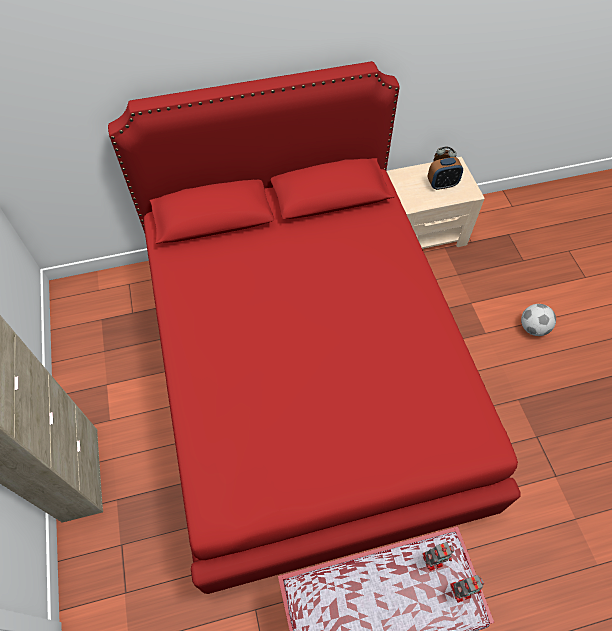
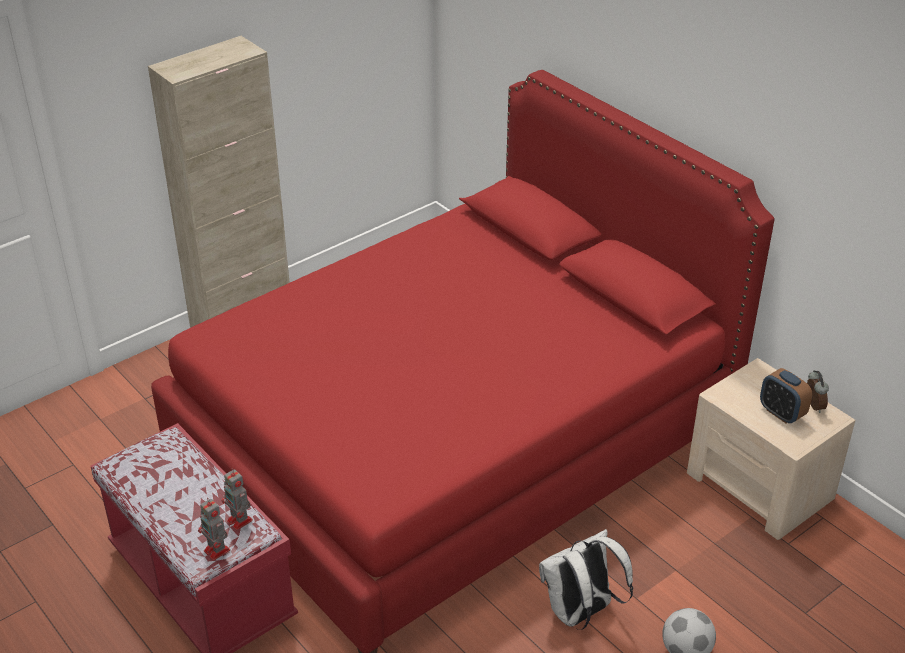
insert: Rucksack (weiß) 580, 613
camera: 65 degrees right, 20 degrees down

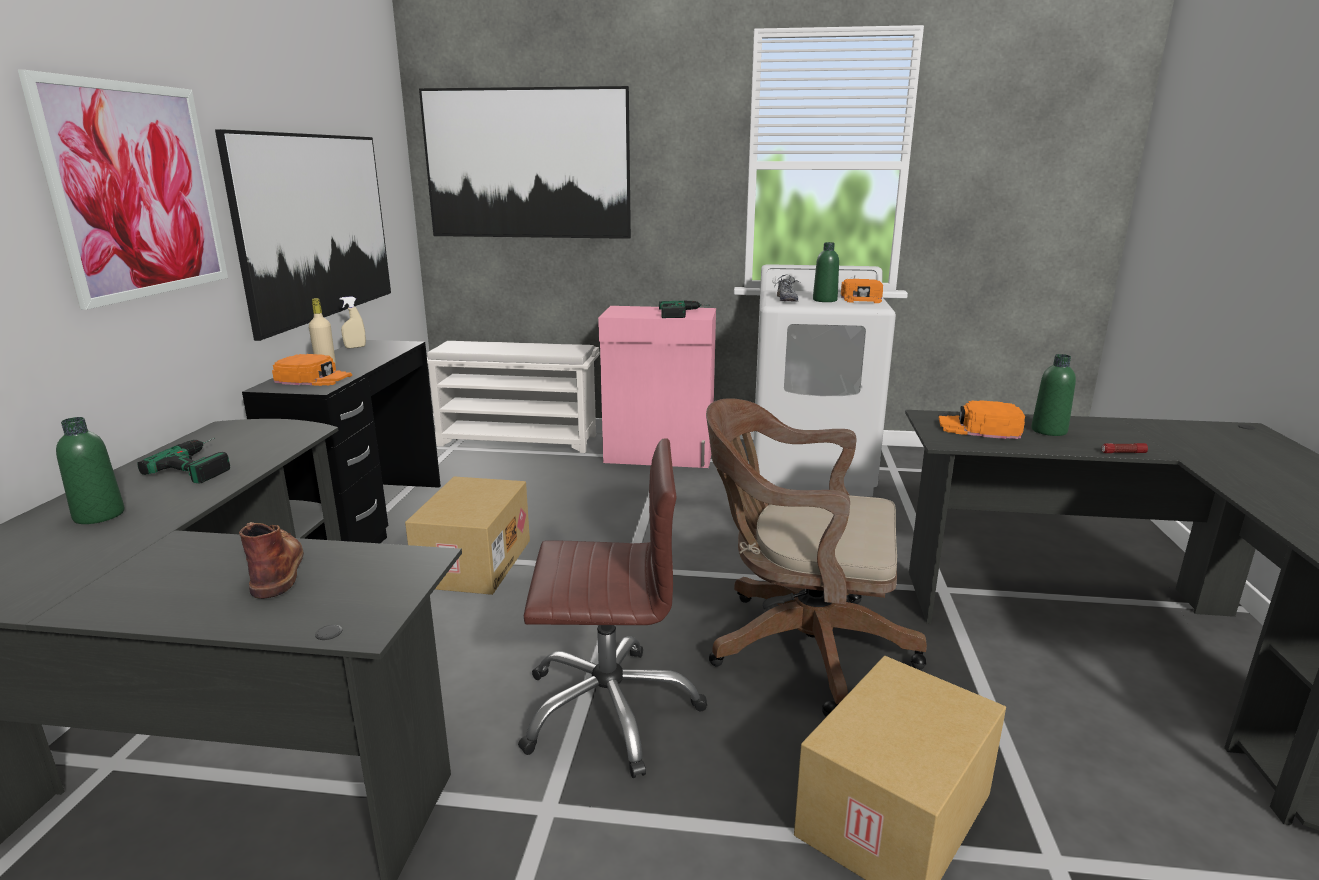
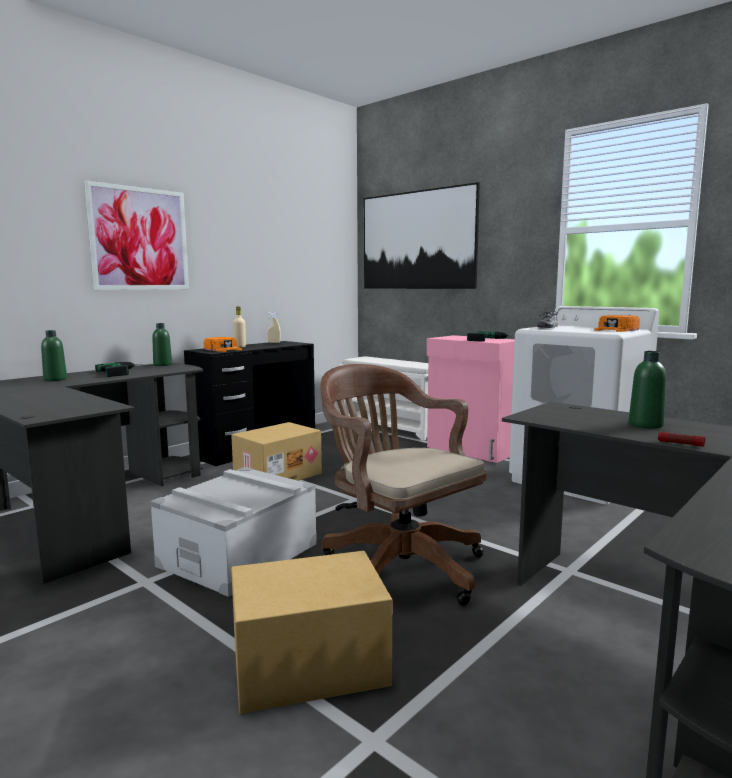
delete: Bild 317, 227; Stiefel (braun) 275, 567; Kappe (orange) 980, 428
move: Flasche (grün) 825, 300 to 162, 365
replace: Bürostuhl (braun) 609, 709 to Aufbewahrungsbox (grau) 239, 555
camera: 35 degrees right, 10 degrees down

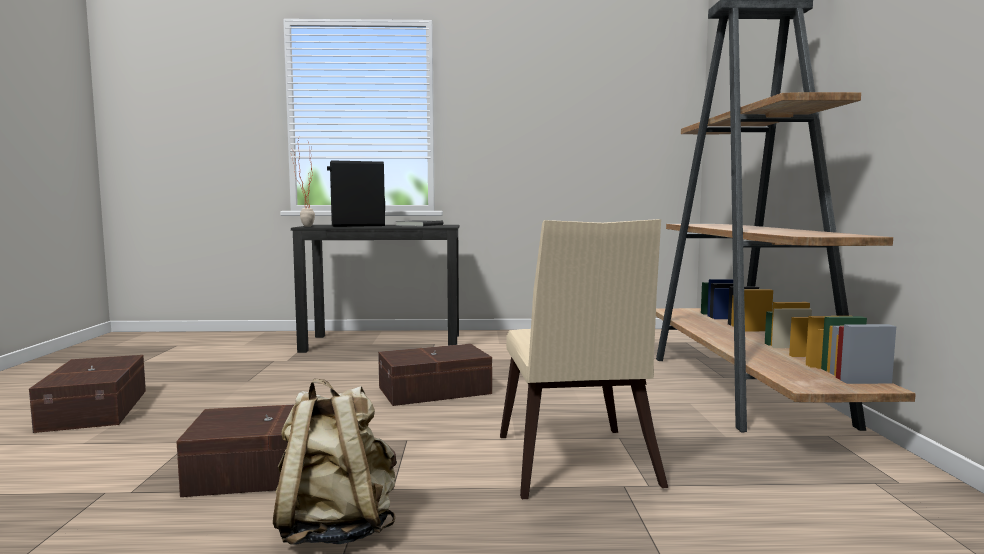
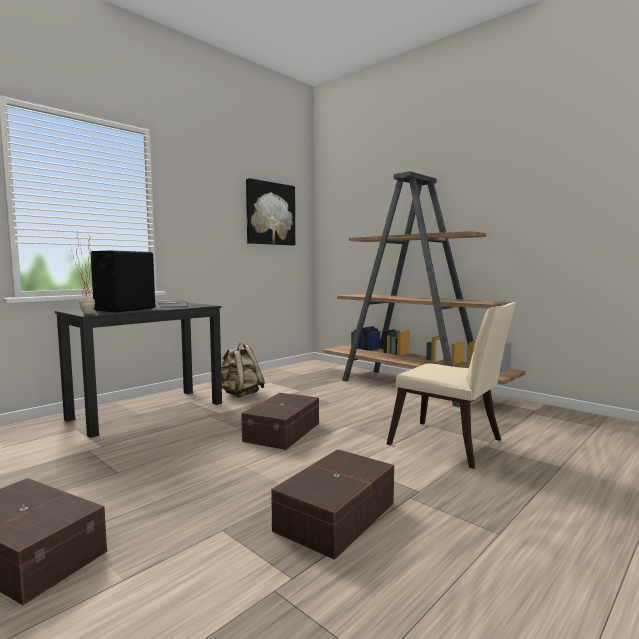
insert: Bild 270, 213
move: Rucksack (beige) 336, 528 to 240, 394
camera: 45 degrees left, 0 degrees up

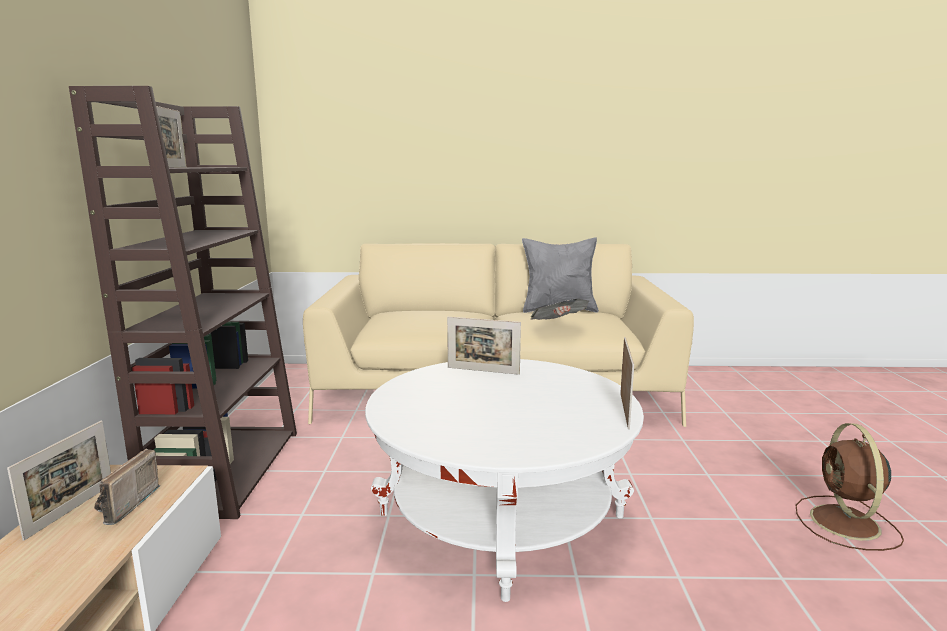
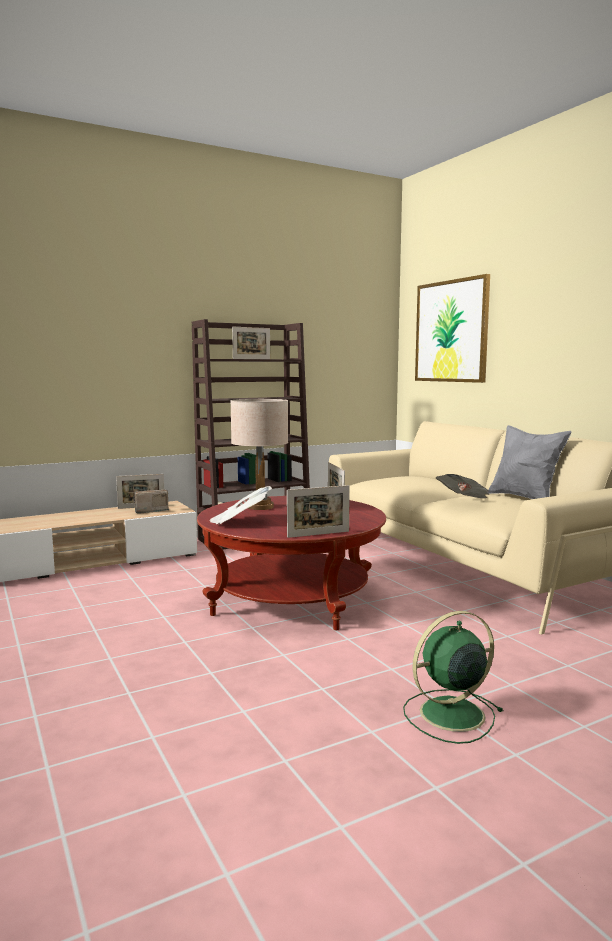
insert: Zeitung 239, 522; Tischlampe (beige) 260, 507; Bild 451, 331
recolor: Couchtisch (weiß) 501, 515 to Couchtisch (rot) 292, 599; Ventilator (braun) 846, 524 to Ventilator (grün) 449, 714
camera: 60 degrees right, 5 degrees down

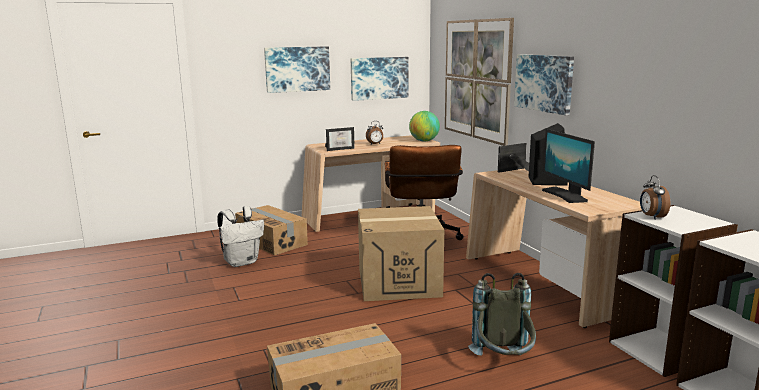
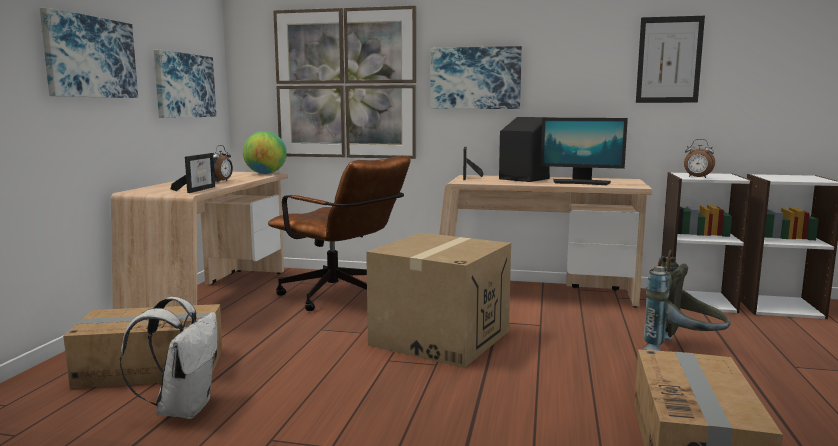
insert: Bild 669, 60
camera: 55 degrees left, 5 degrees down

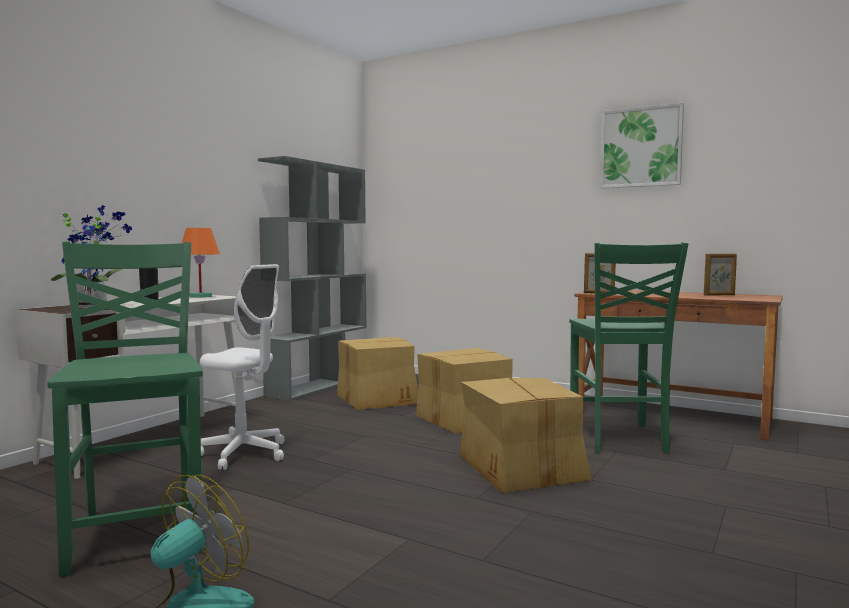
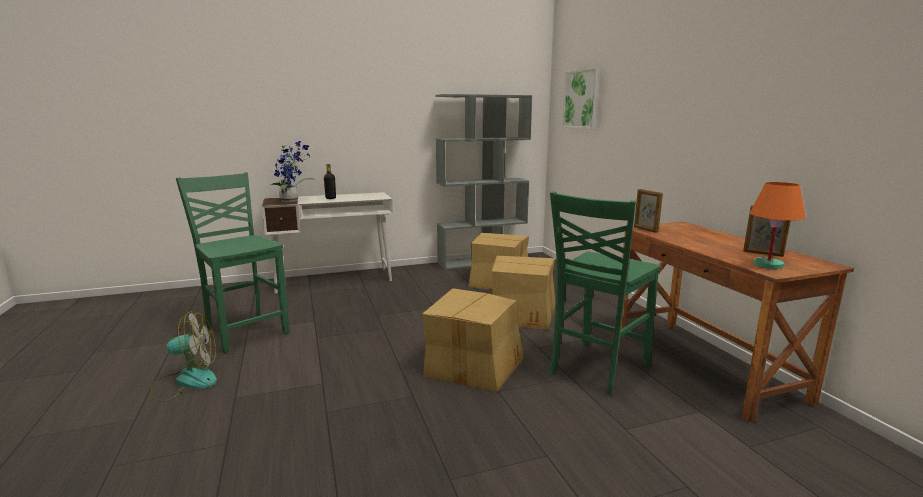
delete: Bürostuhl (weiß) 243, 454
move: Tischlampe (orange) 201, 296 to 768, 265; Bild 641, 147 to 581, 99
rotate: Stuhl (grün) 139, 531 = 245, 330 60 degrees counterclockwise
camera: 40 degrees right, 10 degrees up

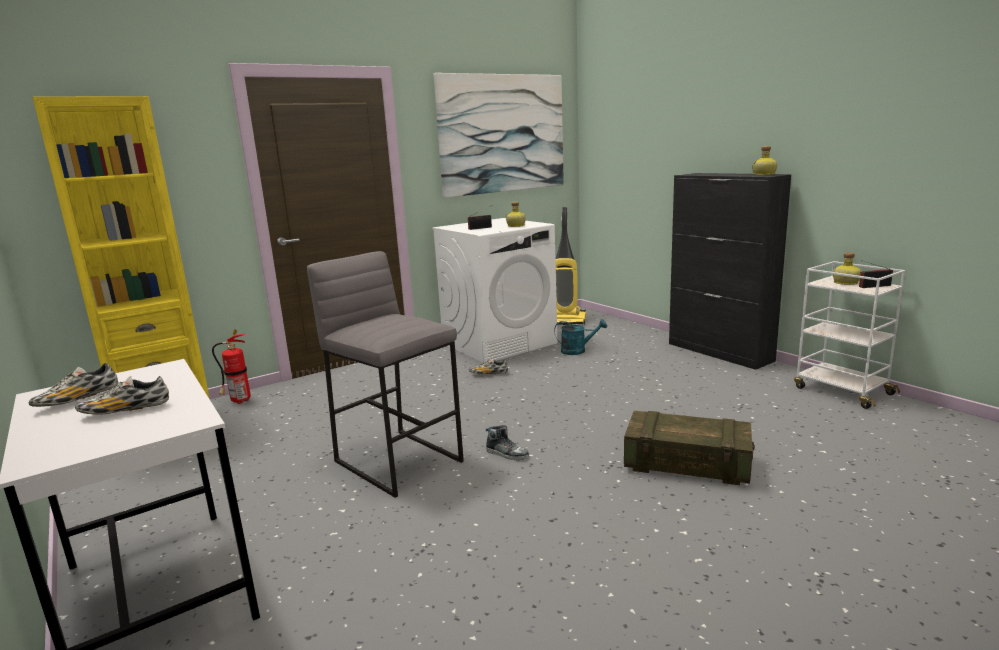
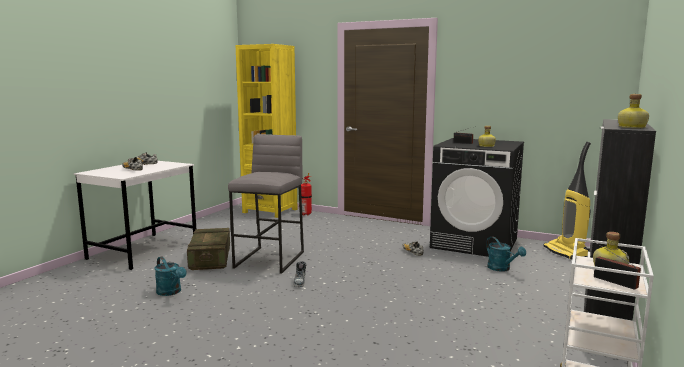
delete: Bild 502, 134
insert: Gießkanne (türkis) 171, 292
move: Kiste 687, 464 to 210, 259
recolor: Waschmaschine (weiß) 499, 343 to Waschmaschine (schwarz) 475, 243
camera: 60 degrees right, 5 degrees down

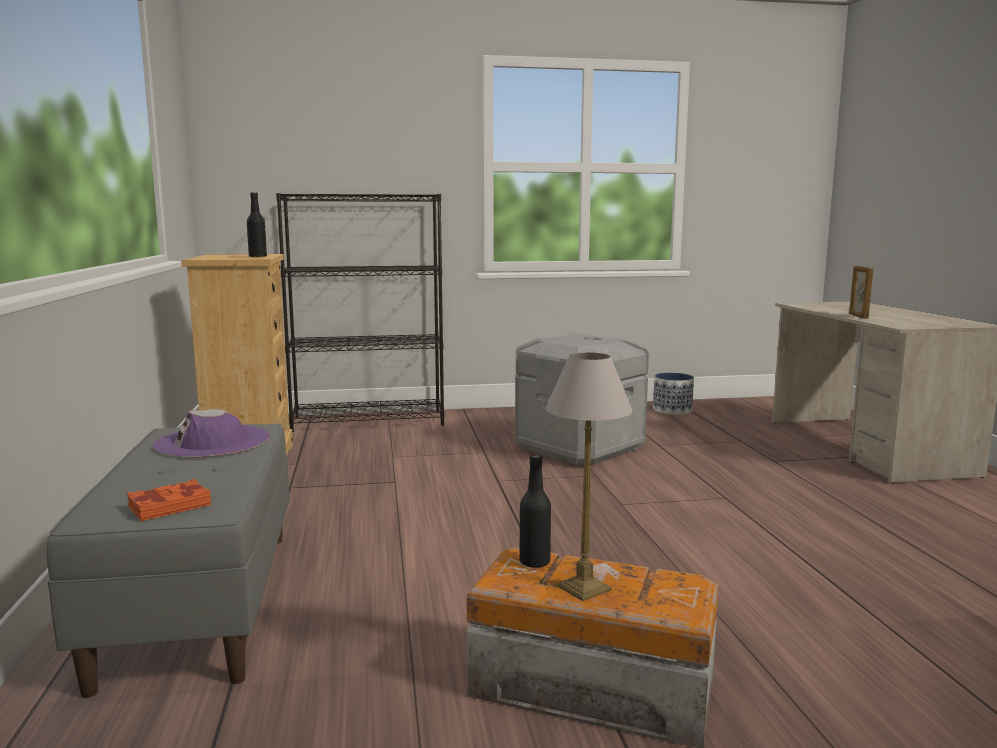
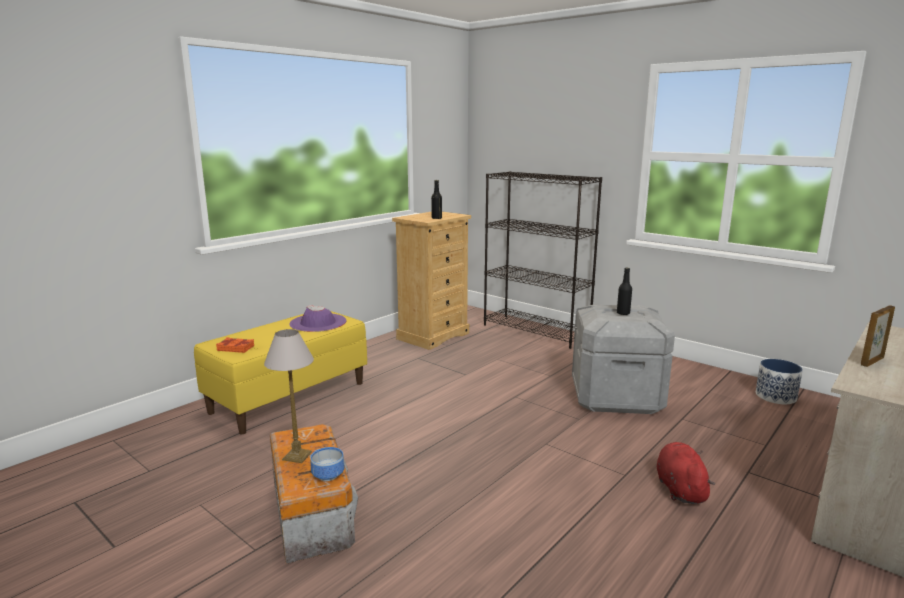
insert: Schüssel 327, 476; Plüschtier (rot) 680, 489
move: Flasche (schwarz) 534, 562 to 623, 313
recolor: Bank (grau) 199, 602 to Bank (gelb) 289, 397
camera: 50 degrees right, 5 degrees up

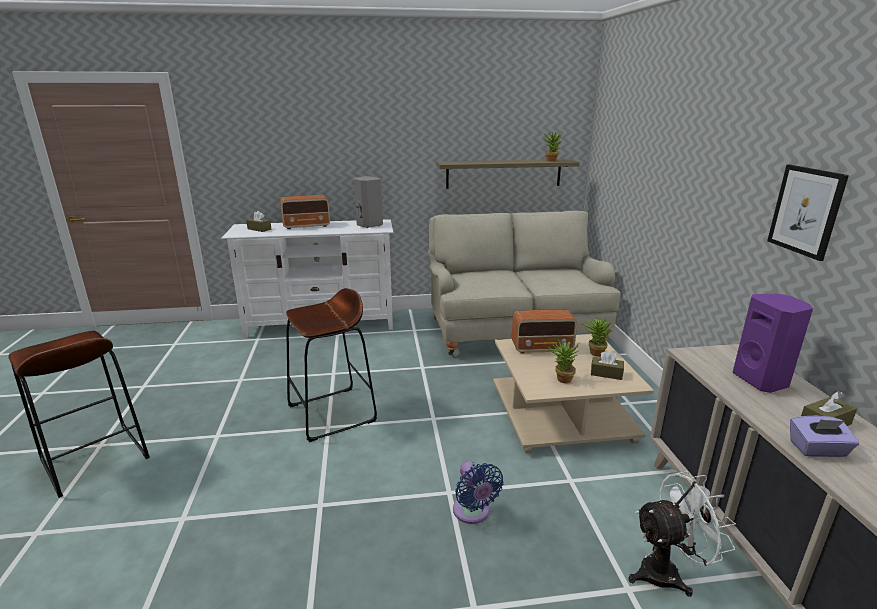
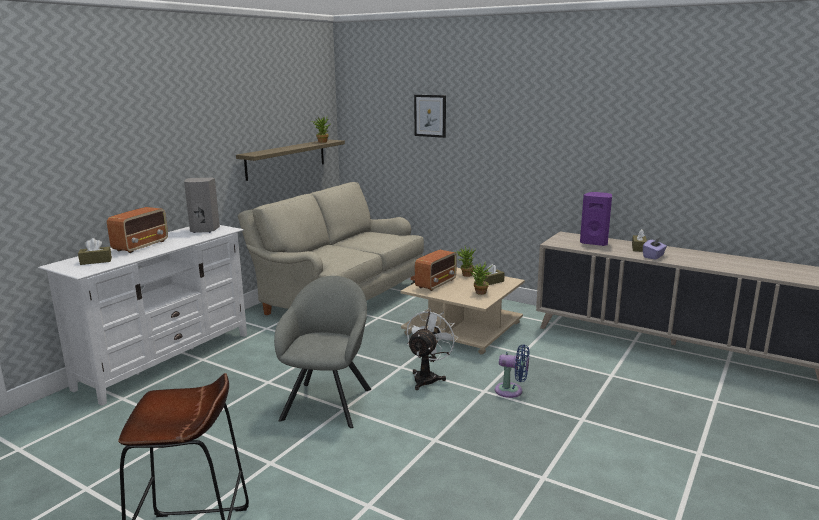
move: Ventilator (weiß) 667, 572 to 428, 377; Bild 806, 211 to 430, 115
replace: Hocker (braun) 332, 413 to Sessel (grau) 328, 401
camera: 50 degrees left, 5 degrees down

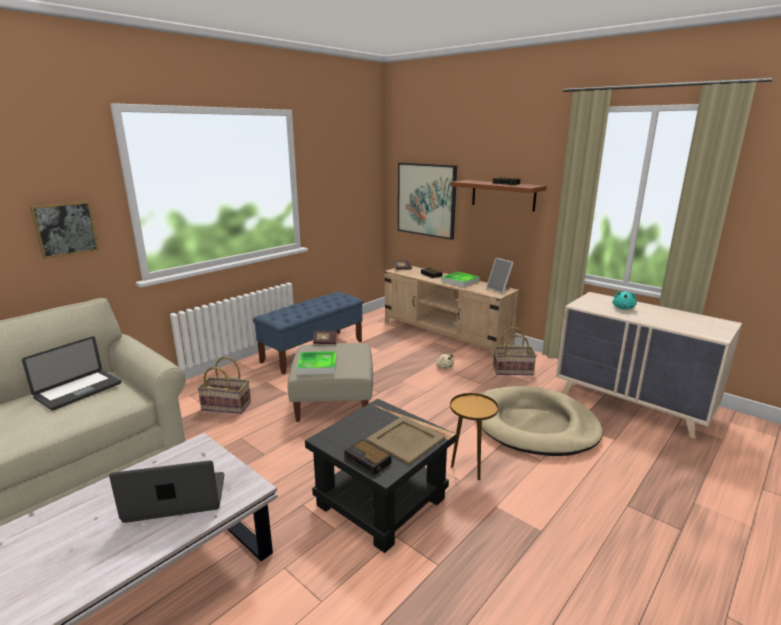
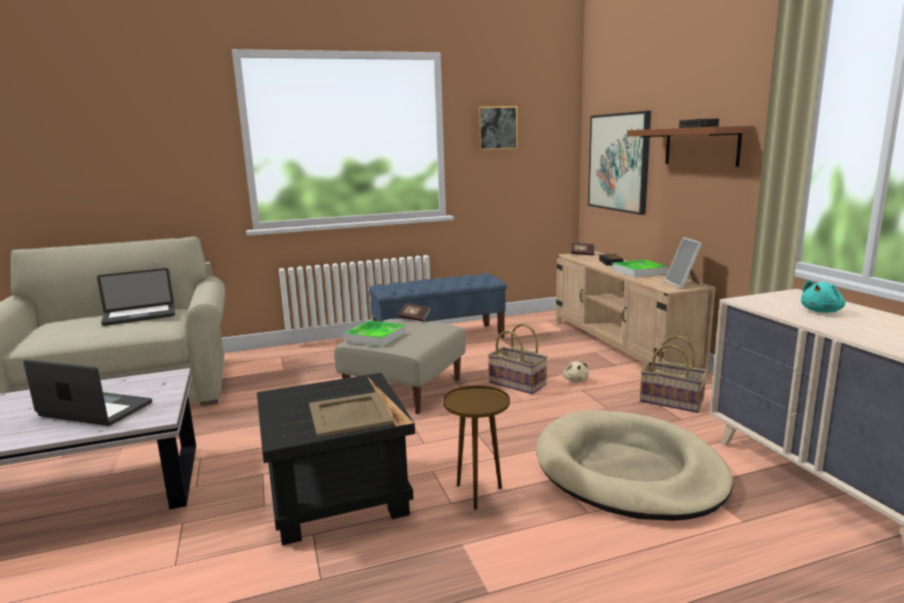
delete: Wecker 368, 460
move: Bild 65, 229 to 497, 128; Korb 227, 406 to 518, 383
camera: 30 degrees right, 5 degrees down

